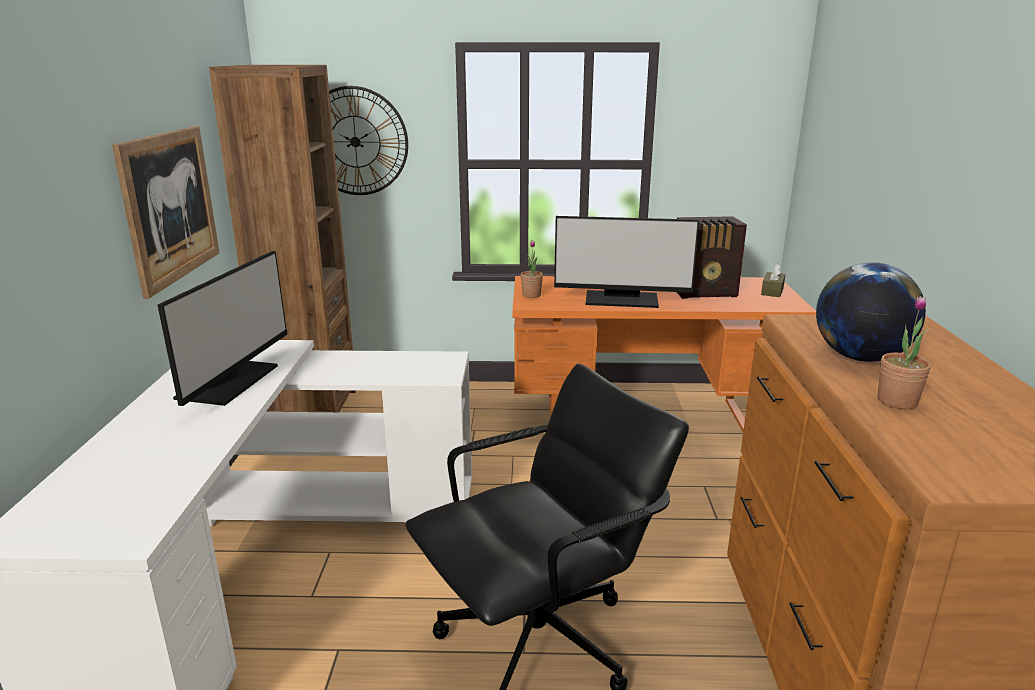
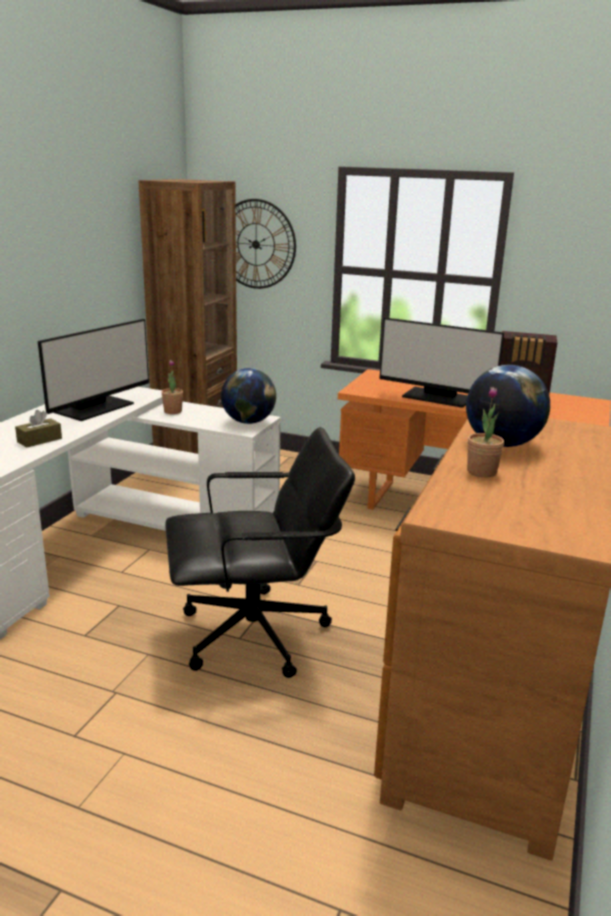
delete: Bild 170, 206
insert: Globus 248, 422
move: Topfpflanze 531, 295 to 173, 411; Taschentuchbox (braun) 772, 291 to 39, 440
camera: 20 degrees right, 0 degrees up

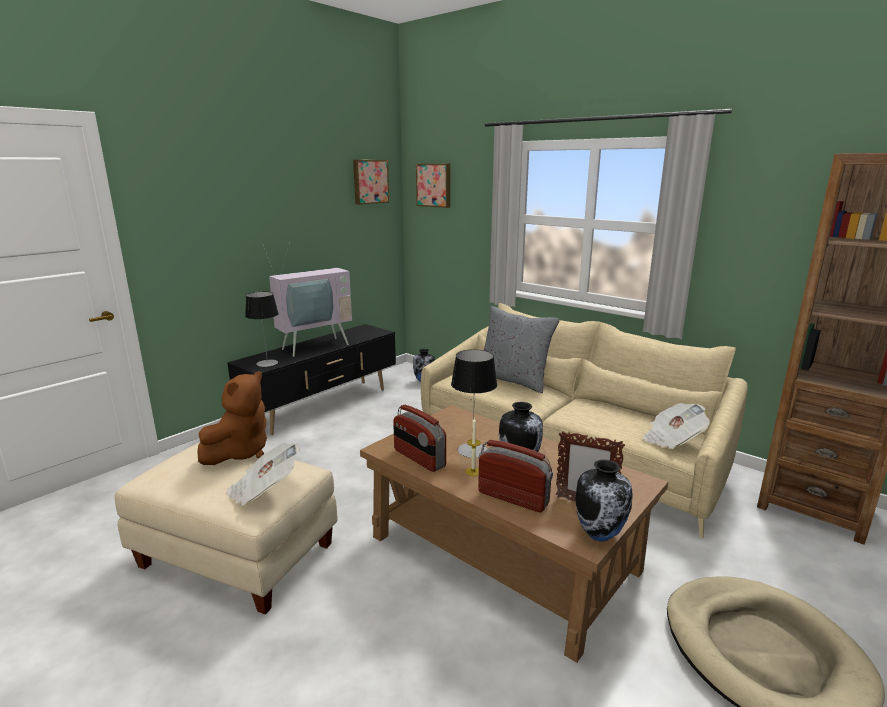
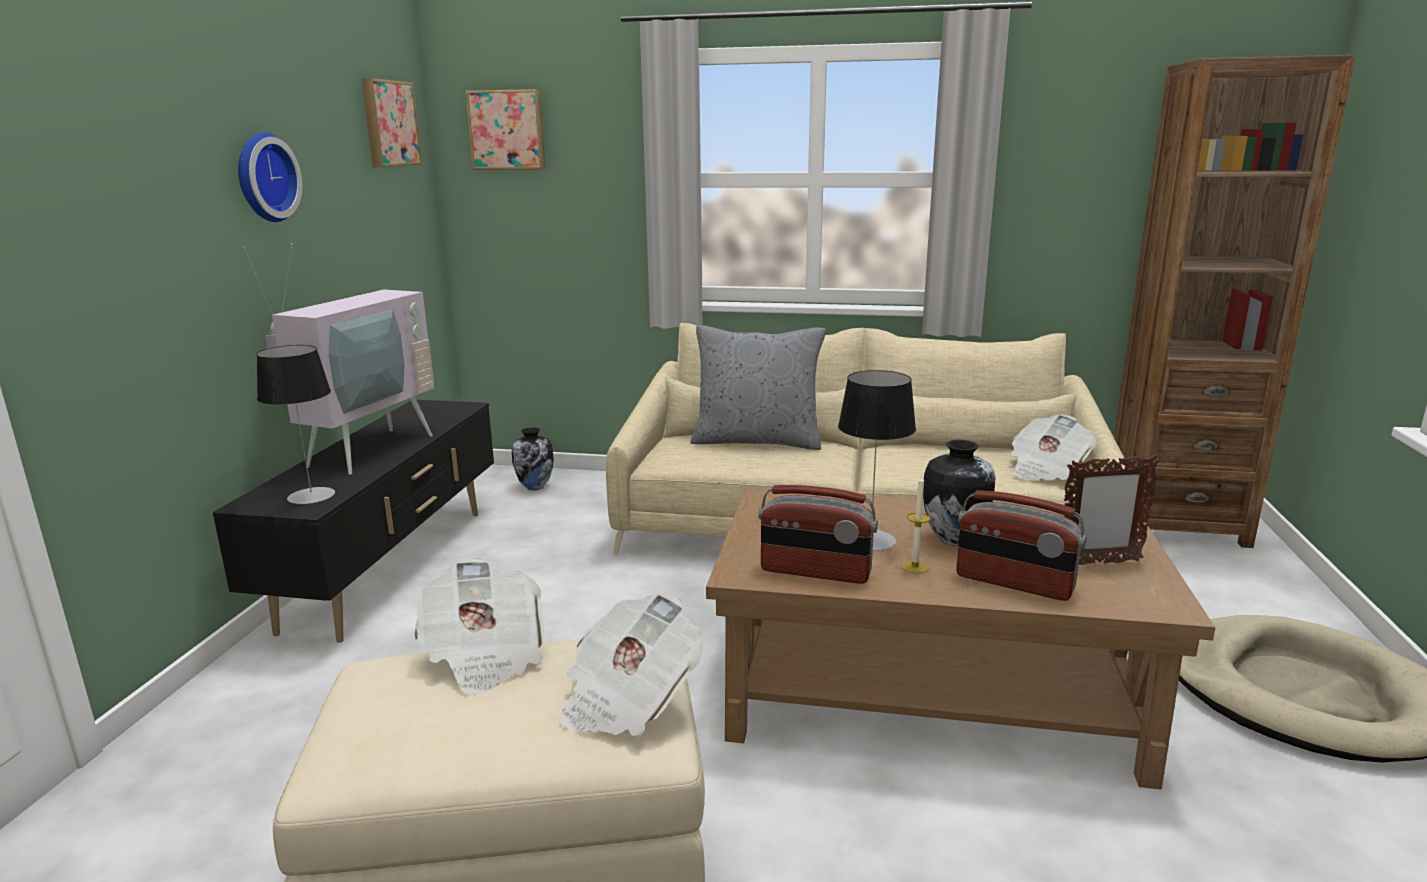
delete: Vase 600, 534
insert: Wanduhr 263, 177
replace: Plüschtier (braun) 240, 452 to Zeitung 484, 655
rotate: Radio 513, 498 = 1013, 583 150 degrees counterclockwise
camera: 30 degrees left, 0 degrees up

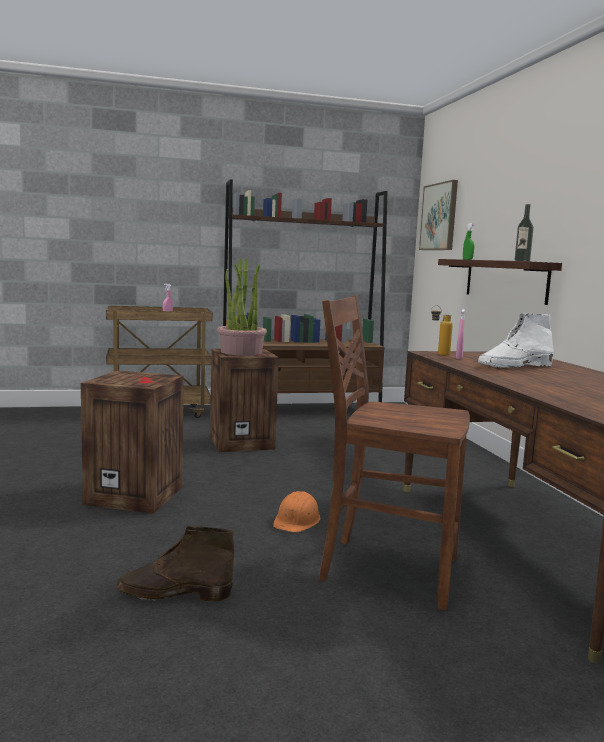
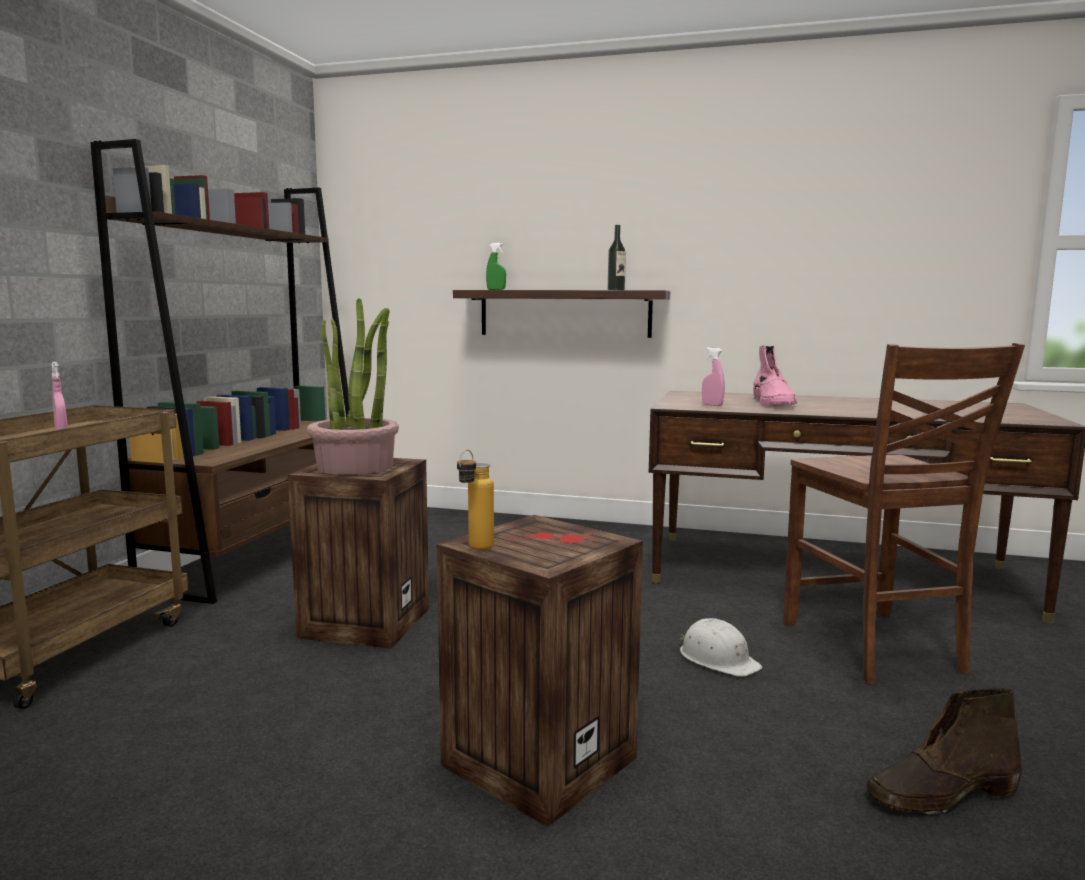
delete: Bild 439, 217
move: Flasche 438, 354 to 475, 549
recolor: Schutzhelm (orange) 297, 520 to Schutzhelm (weiß) 718, 659; Stiefel (weiß) 515, 366 to Stiefel (rosa) 773, 403
rotate: Stiefel (braun) 173, 593 = 941, 794 45 degrees clockwise; Stuhl (braun) 386, 569 = 874, 648 60 degrees counterclockwise
camera: 60 degrees left, 0 degrees up

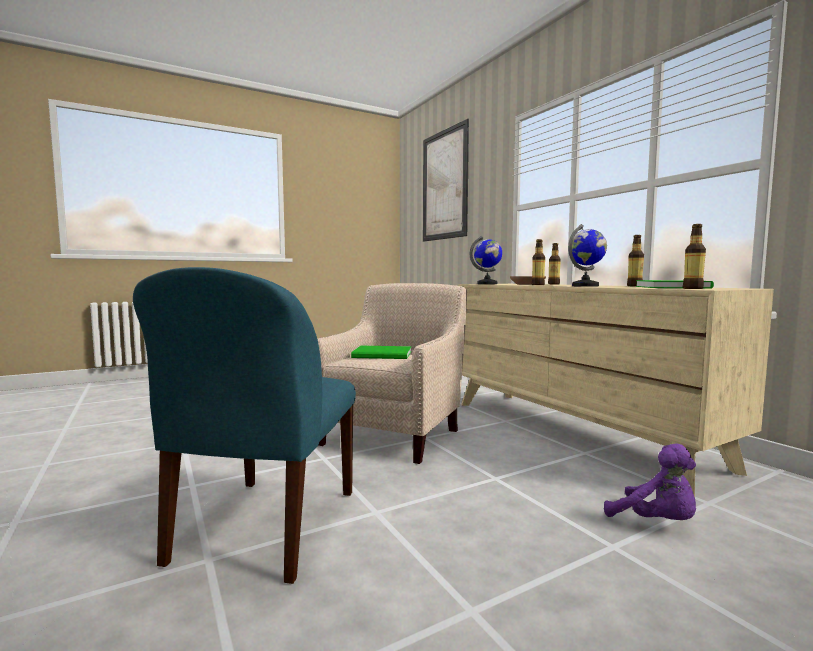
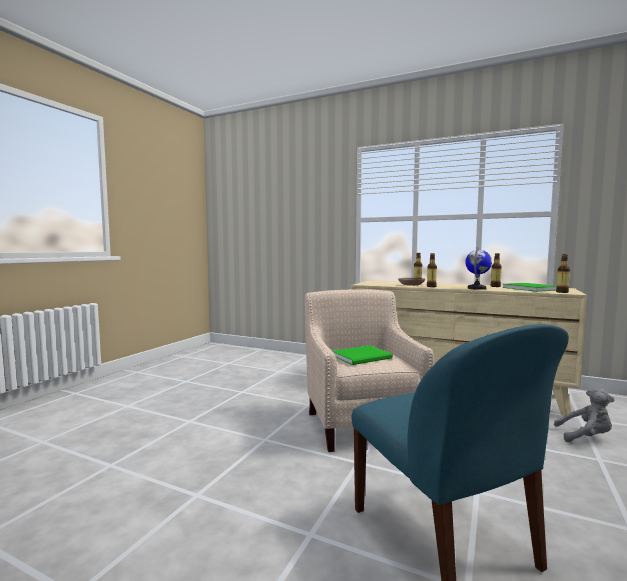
delete: Bild 444, 185; Globus 487, 284
recolor: Plüschtier (lila) 656, 522 to Plüschtier (grau) 585, 437
camera: 35 degrees left, 0 degrees up

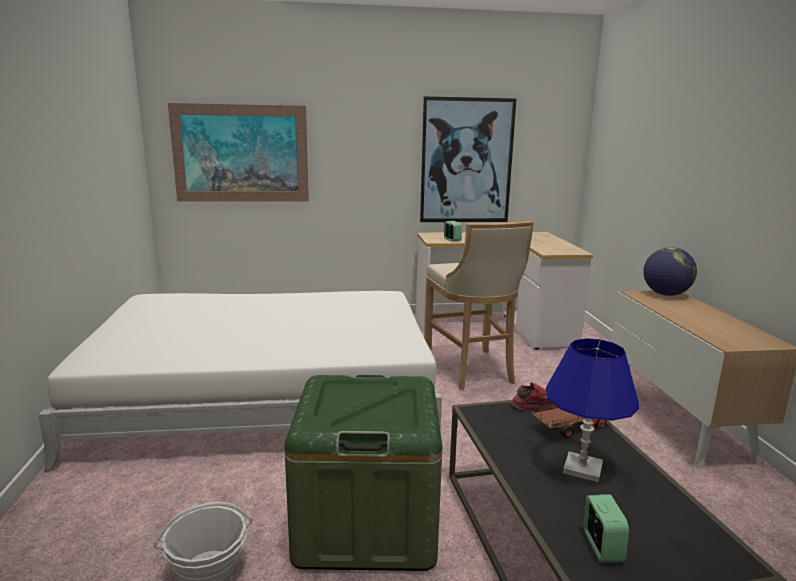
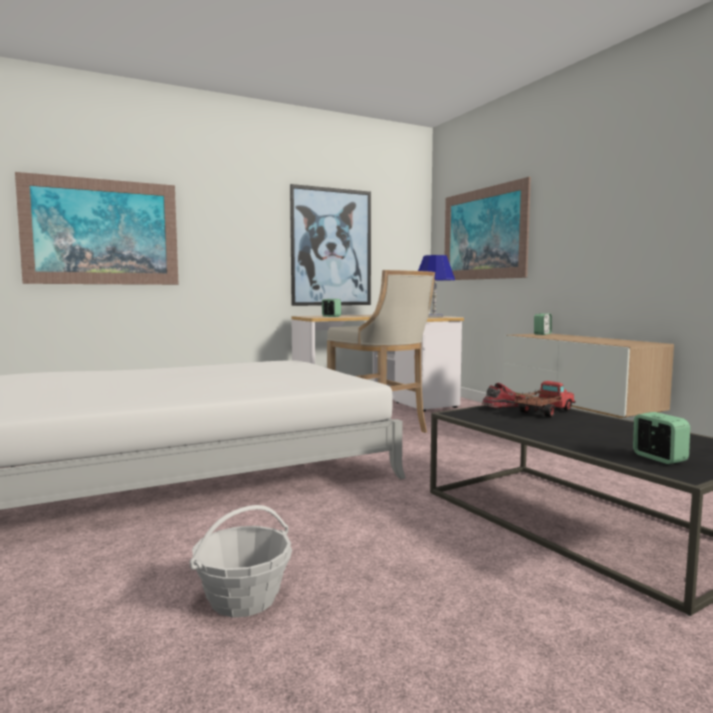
delete: Aufbewahrungsbox (grün) 366, 522
insert: Bild 483, 234
move: Tischlampe (blau) 582, 468 to 434, 316
replace: Globus 665, 294 to Wecker 542, 334
camera: 20 degrees left, 10 degrees down

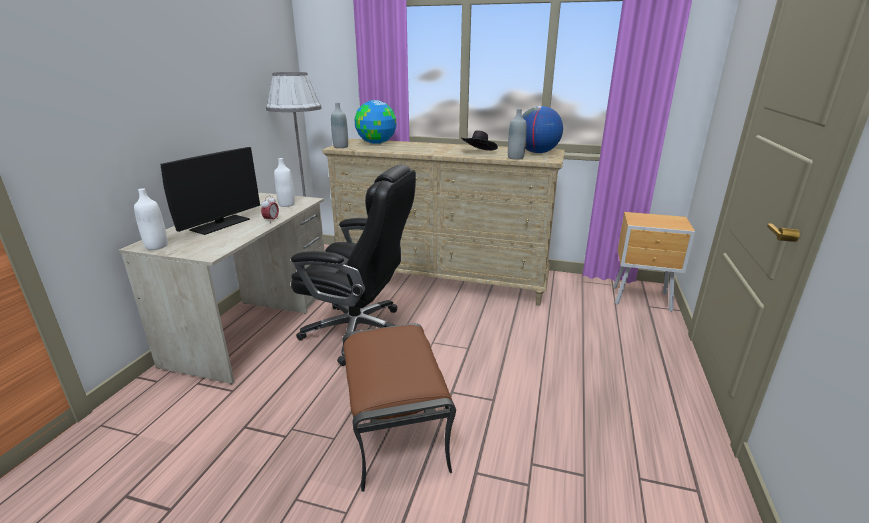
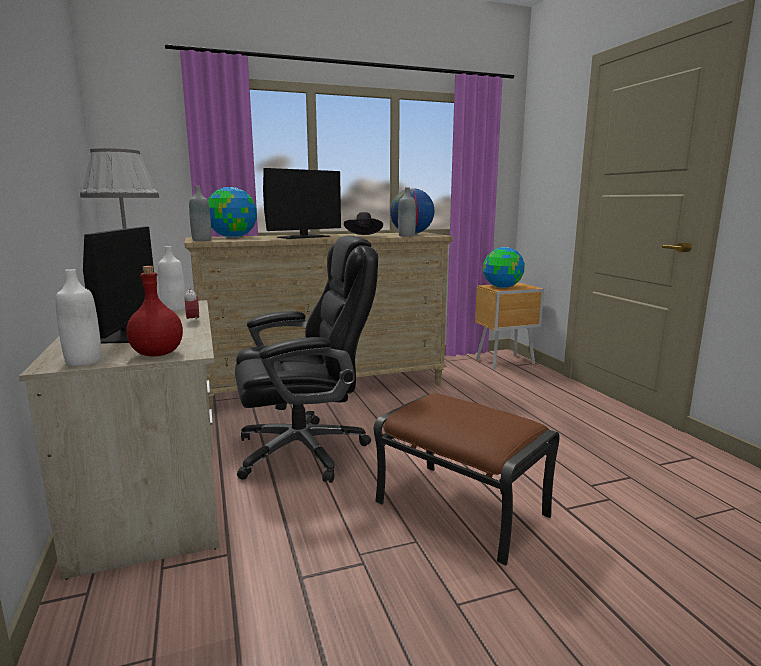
insert: Flasche (rot) 156, 354; Monitor 304, 237; Globus 502, 287
camera: 35 degrees left, 10 degrees down

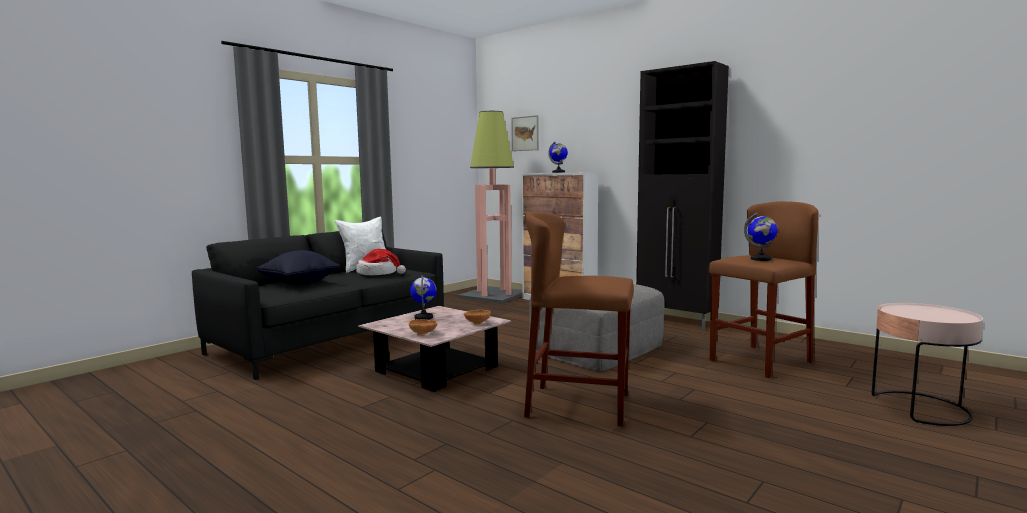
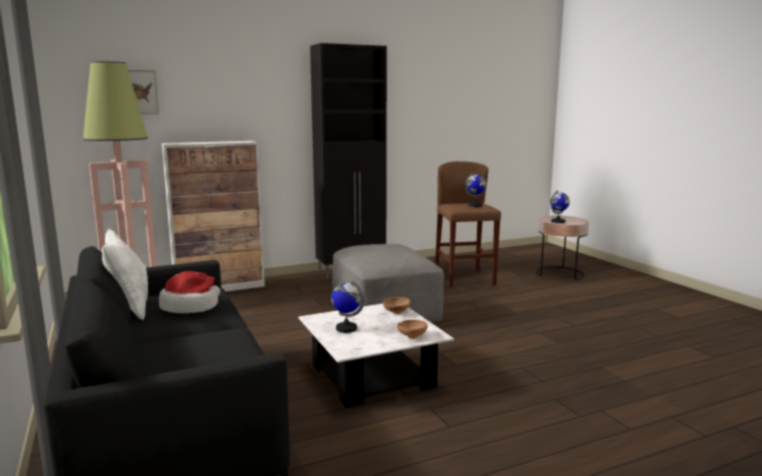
delete: Kissen (schwarz) 299, 283; Hocker (braun) 578, 405
move: Globus 558, 172 to 558, 221
recolor: Couchtisch (rosa) 437, 369 to Couchtisch (weiß) 372, 376
camera: 65 degrees left, 5 degrees up

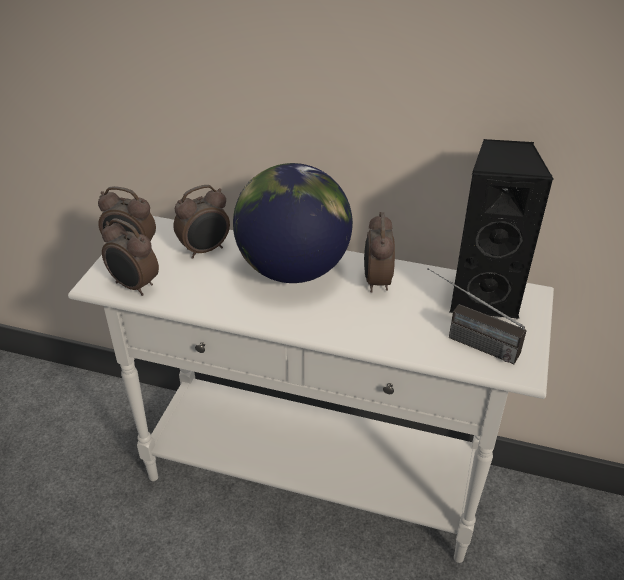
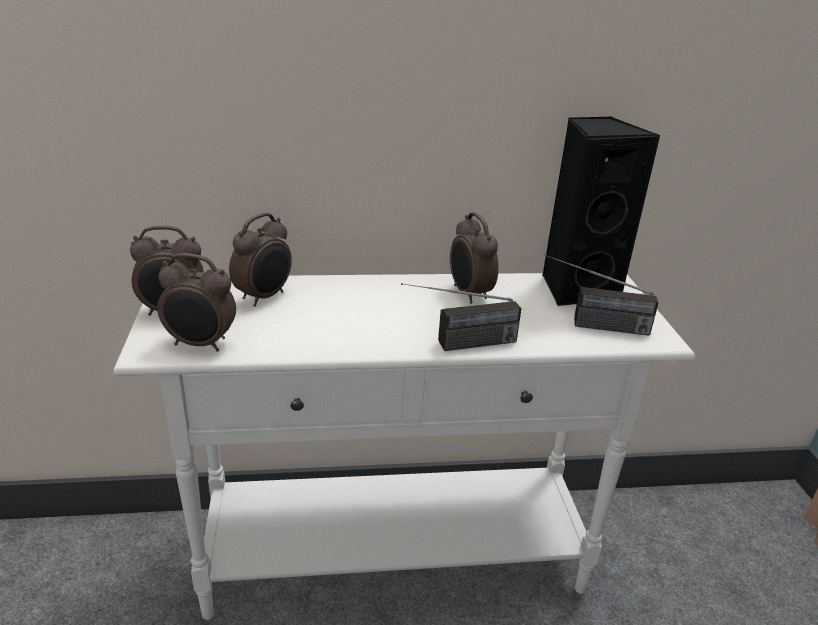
delete: Globus 293, 270
insert: Radio 458, 345
camera: 25 degrees left, 10 degrees down

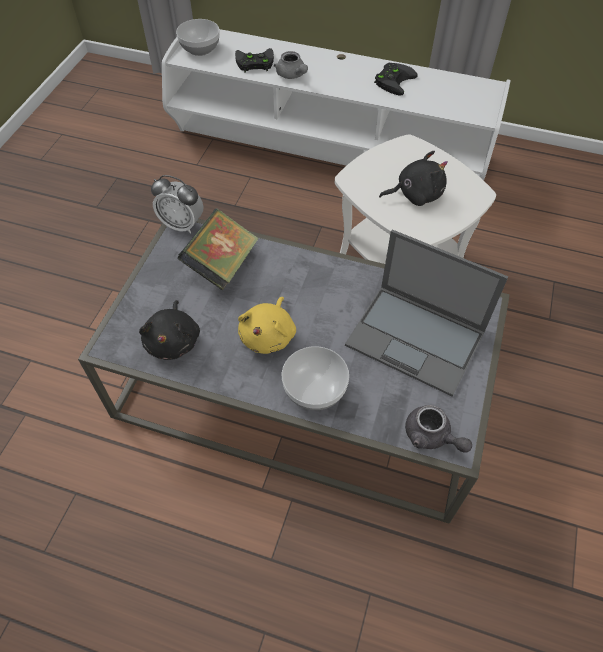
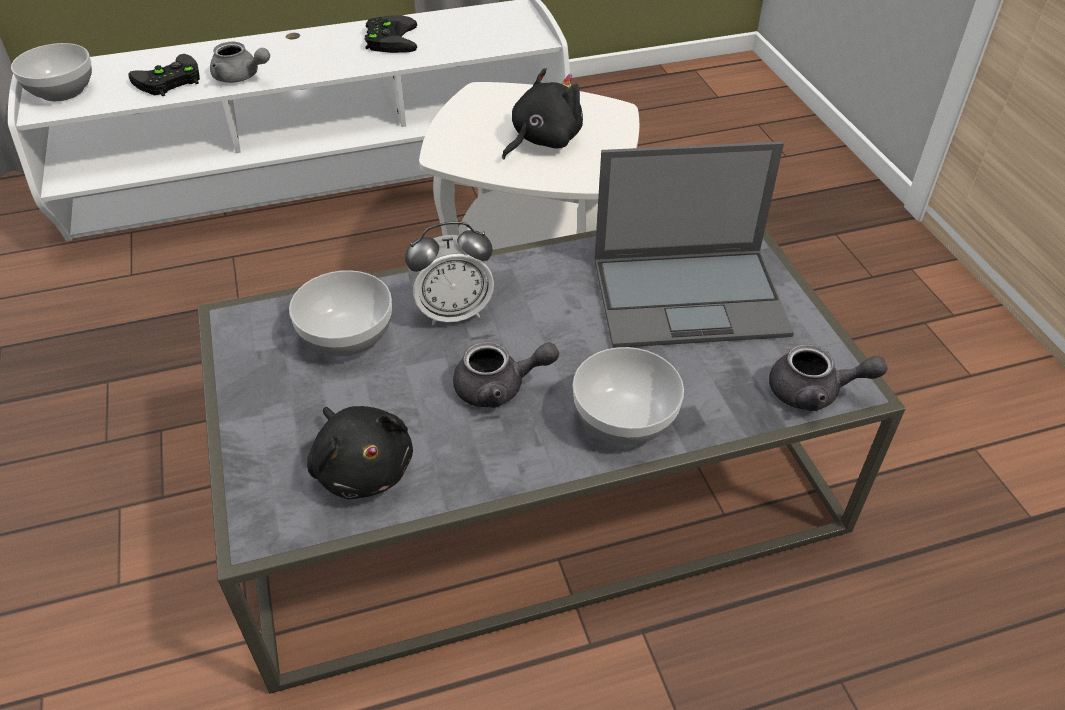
move: Wecker 182, 224 to 453, 312
replace: Buch 222, 265 to Schüssel 348, 335; Plüschtier (gelb) 269, 335 to Teekanne (grau) 500, 388
camera: 35 degrees left, 10 degrees down

